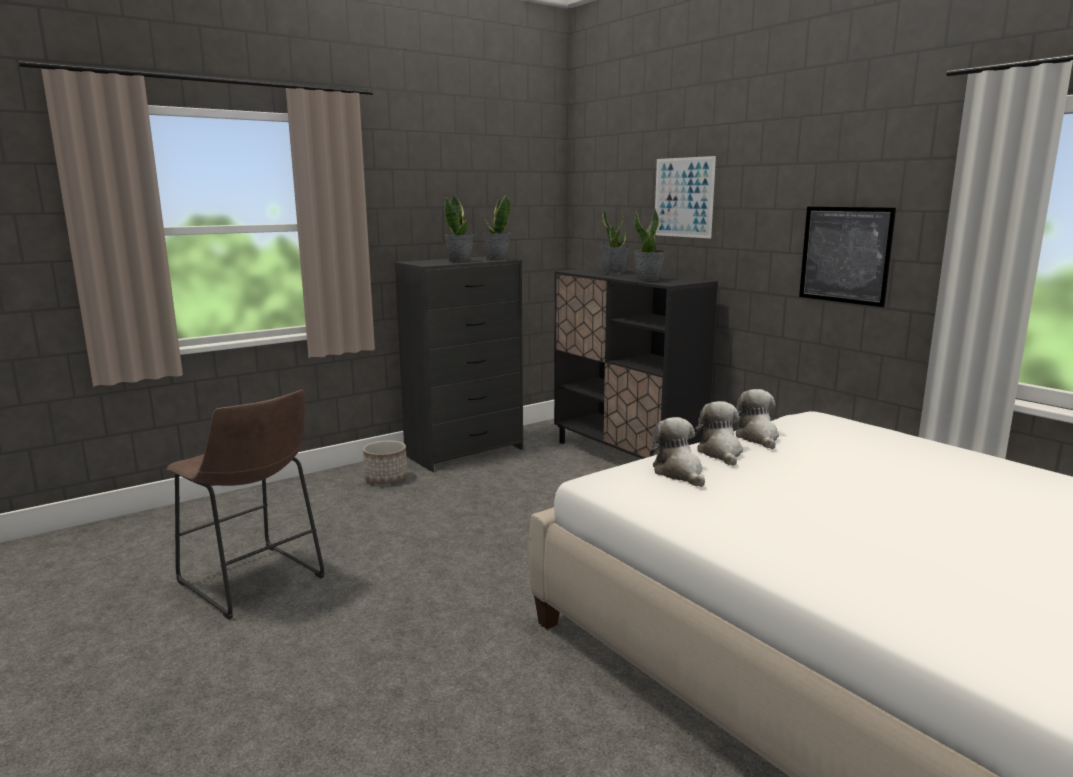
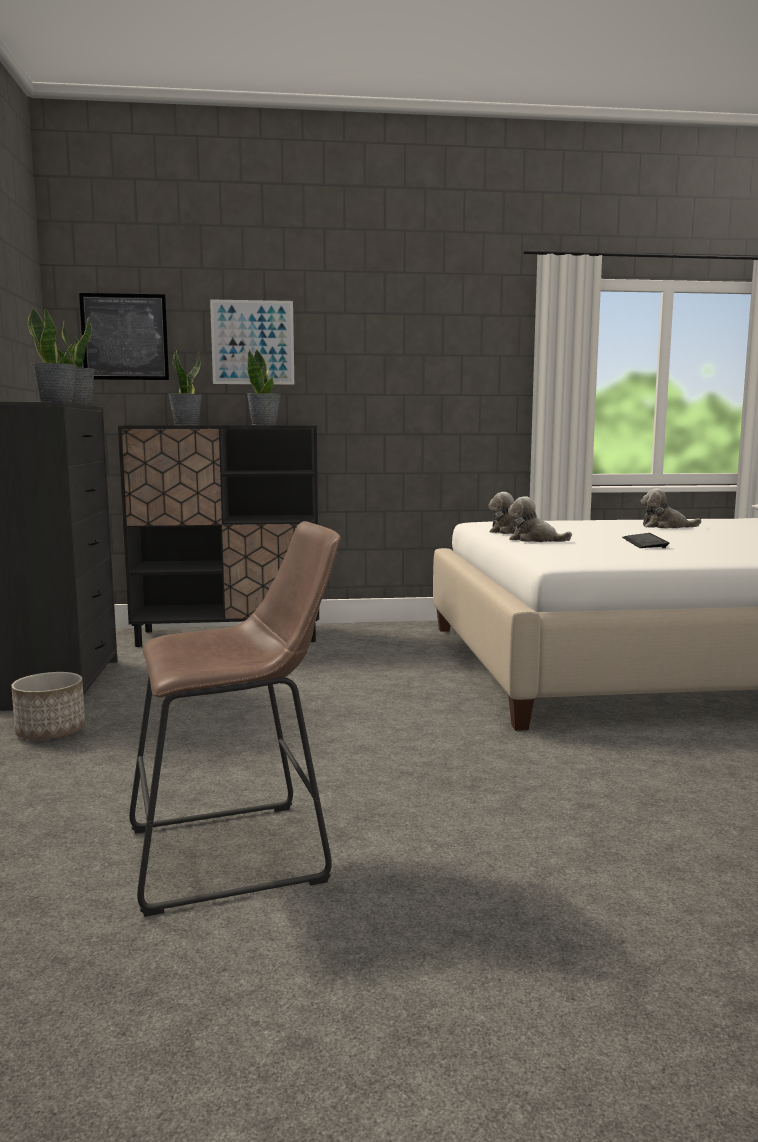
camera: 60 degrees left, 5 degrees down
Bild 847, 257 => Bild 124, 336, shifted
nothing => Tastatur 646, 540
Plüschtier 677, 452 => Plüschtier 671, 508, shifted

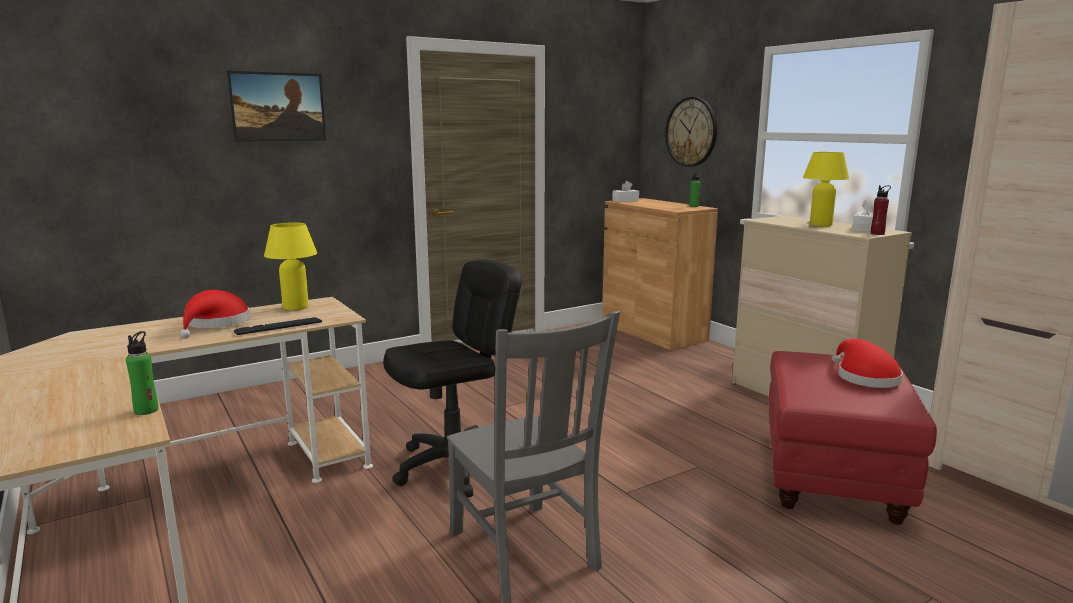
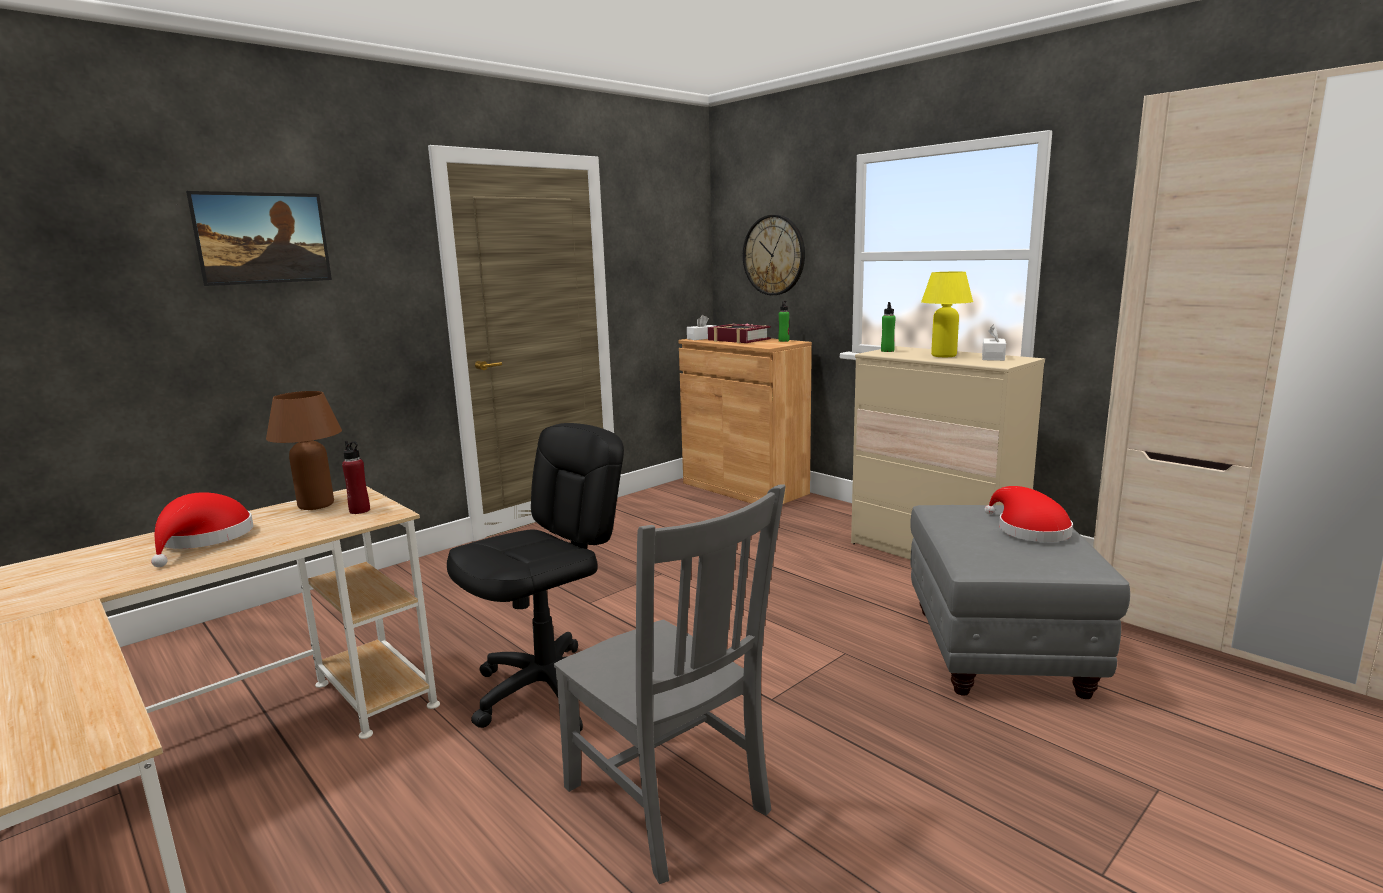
camera: 10 degrees left, 0 degrees up
Tischlampe/gelb 290, 266 => Tischlampe/braun 304, 450
Flasche/rot 880, 210 => Flasche/rot 356, 477, shifted
nothing => Buch 739, 333
Flasche/grün 142, 373 => Flasche/grün 888, 327, shifted
Polsterhocker/rot 853, 438 => Polsterhocker/grau 1020, 602
Tastatur 278, 326 => nothing

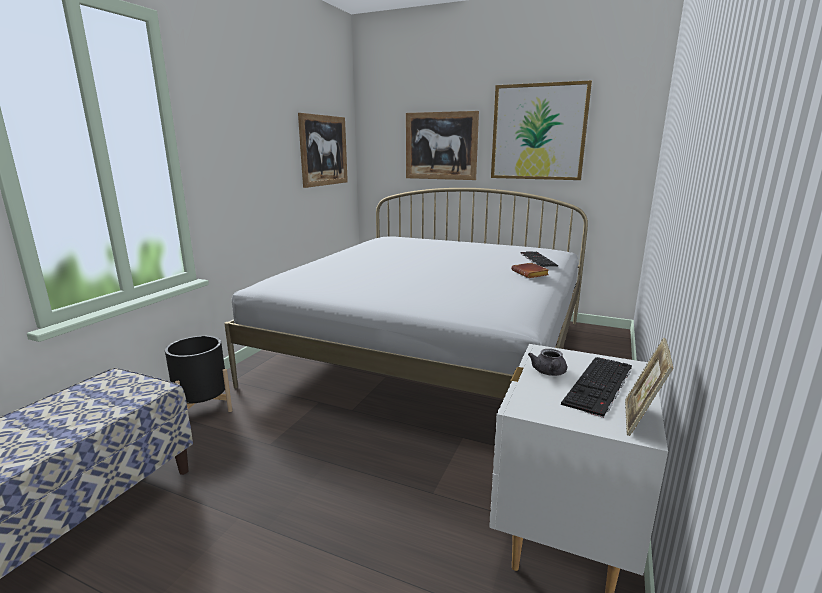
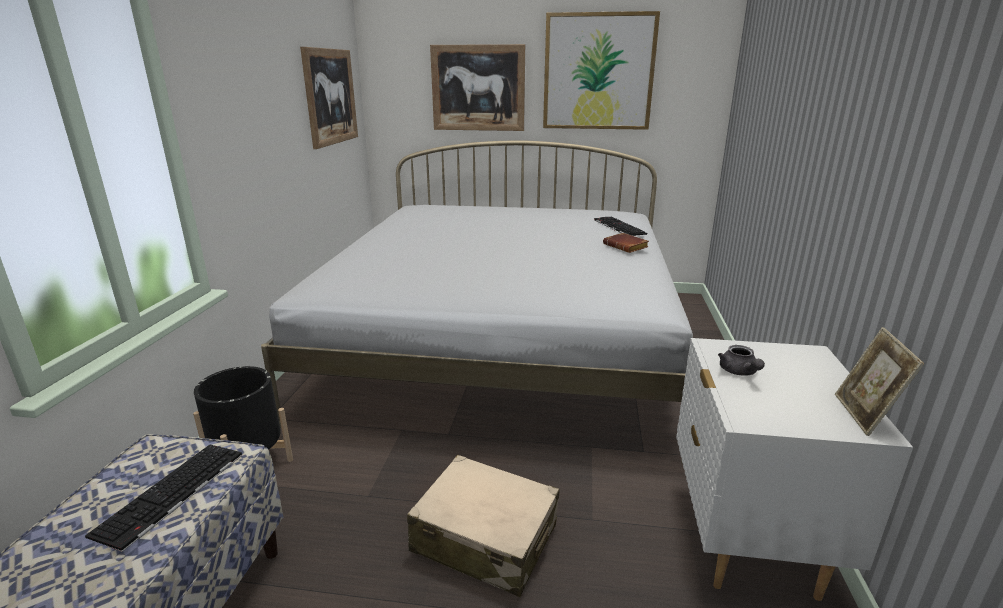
camera: 15 degrees left, 5 degrees up
Tastatur 596, 387 => Tastatur 163, 498, shifted
nothing => Koffer/beige 483, 526

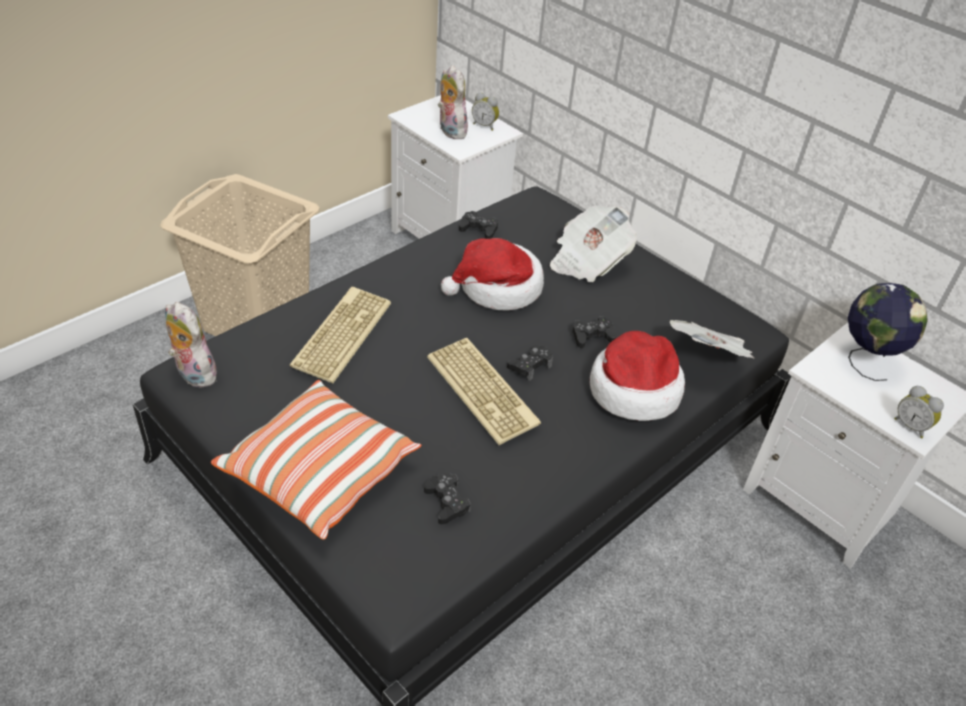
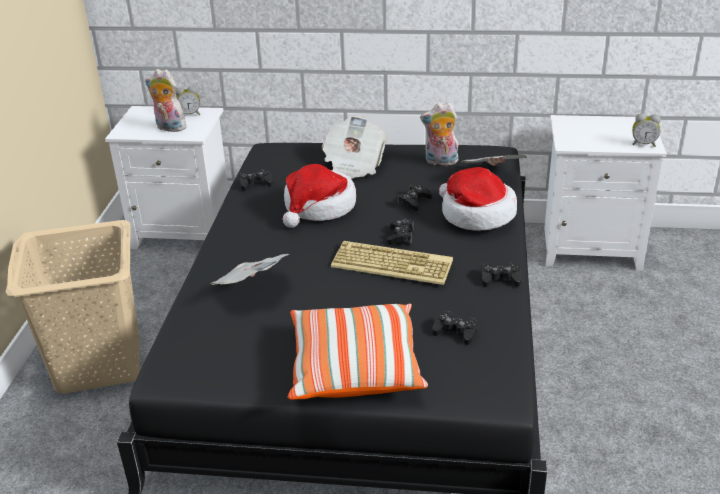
camera: 35 degrees left, 10 degrees down
Tastatur 340, 335 => Zeitung 249, 269
Plüschtier 193, 345 => Plüschtier 439, 134, shifted
nothing => Gamepad/schwarz 501, 274
Globus 888, 332 => nothing

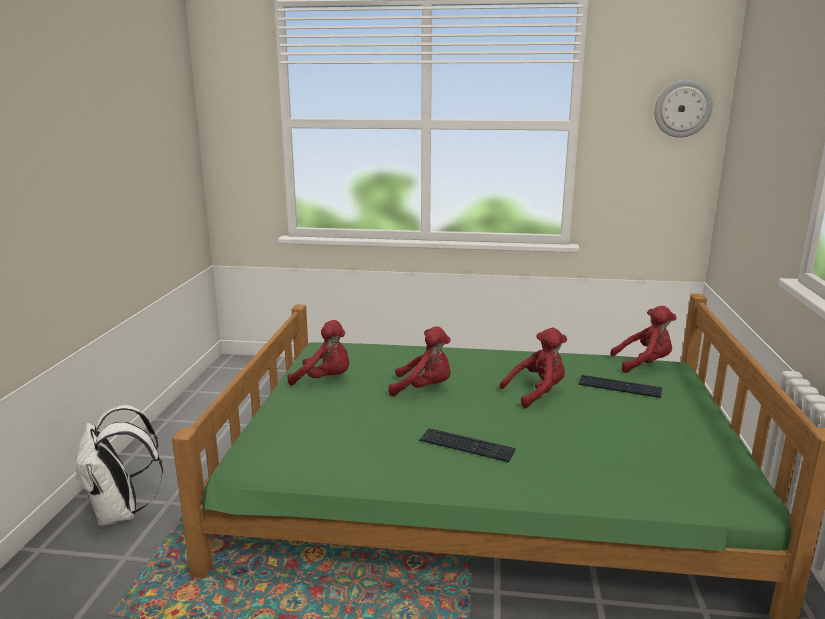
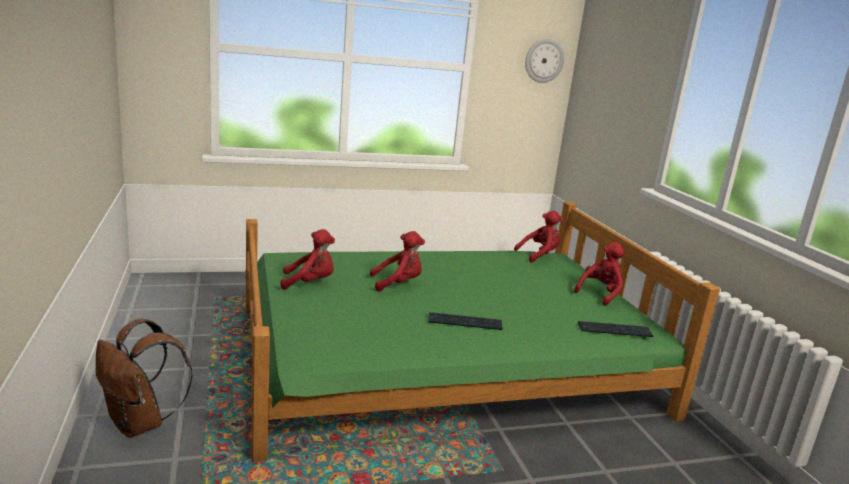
camera: 25 degrees left, 0 degrees up
Rucksack/weiß 119, 466 => Rucksack/braun 144, 378
Plüschtier/rot 533, 368 => Plüschtier/rot 599, 274, shifted
Tastatur 620, 386 => Tastatur 616, 329, shifted

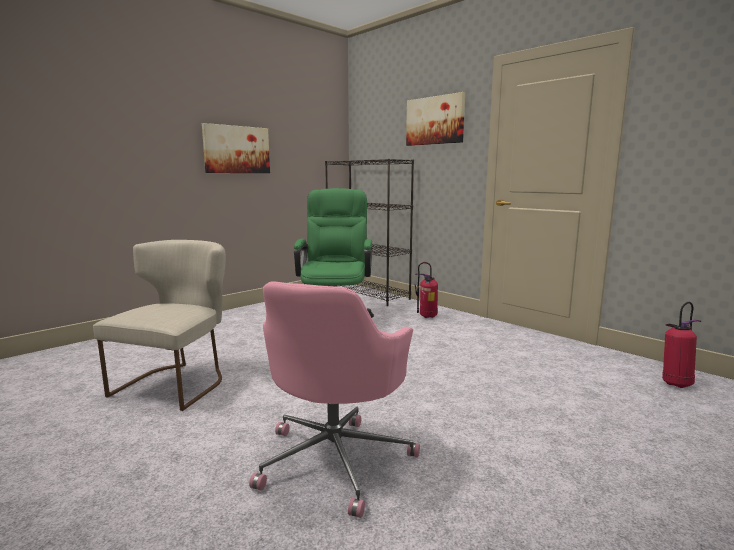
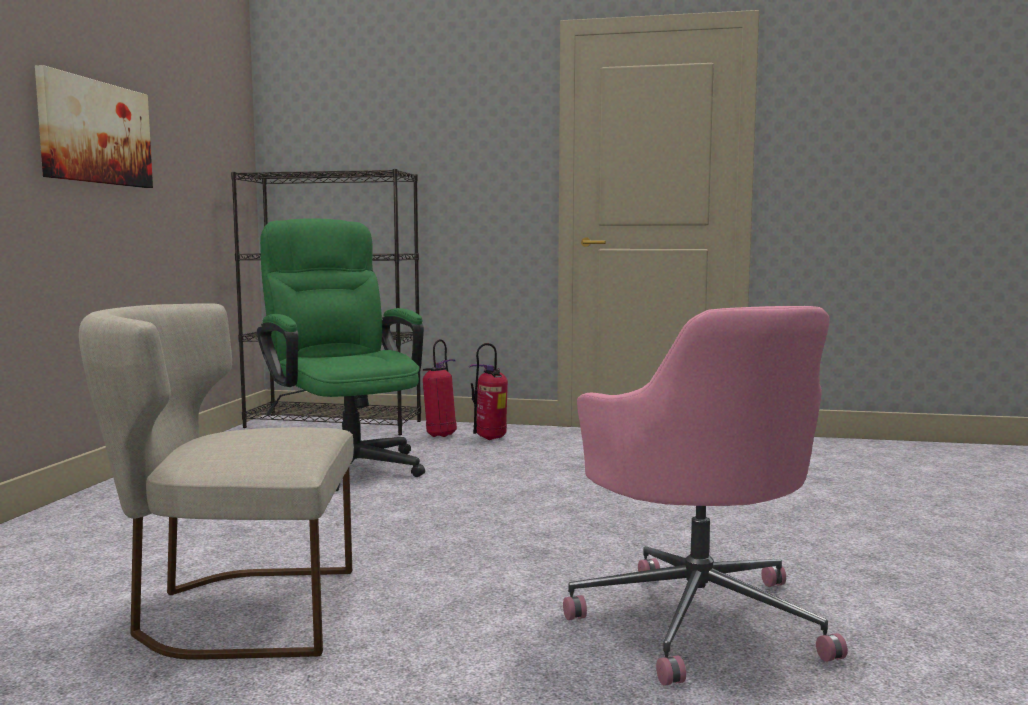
camera: 35 degrees left, 5 degrees down
Stuhl/beige 159, 325 => Stuhl/beige 216, 481, 75 degrees counterclockwise
Feuerlöscher 681, 345 => Feuerlöscher 440, 388, shifted
Bild 435, 119 => nothing

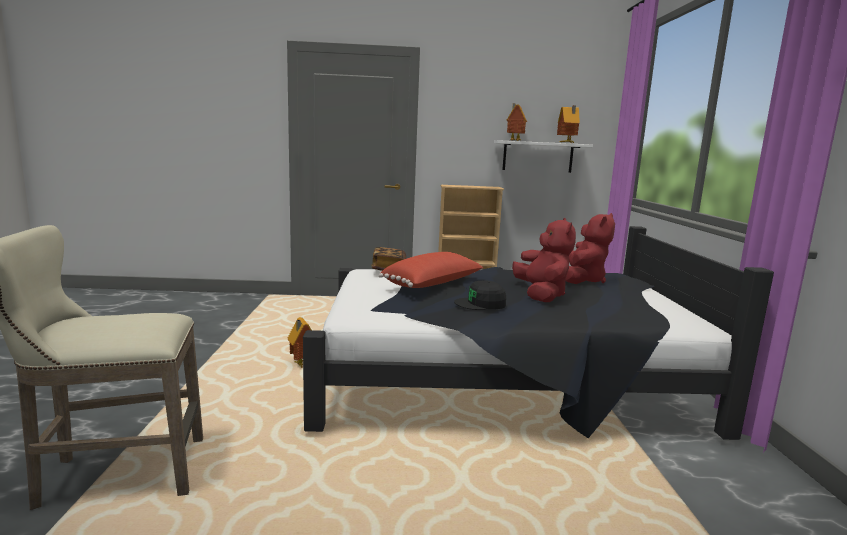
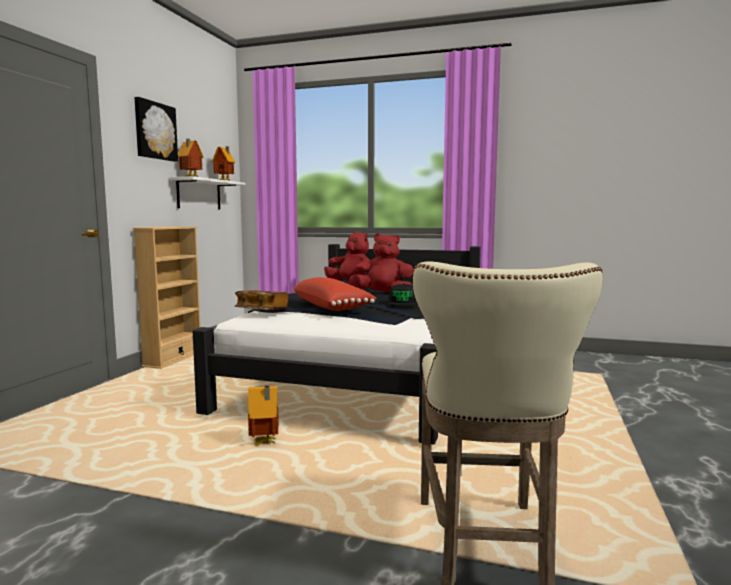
camera: 70 degrees left, 5 degrees down
nothing => Bild 156, 129

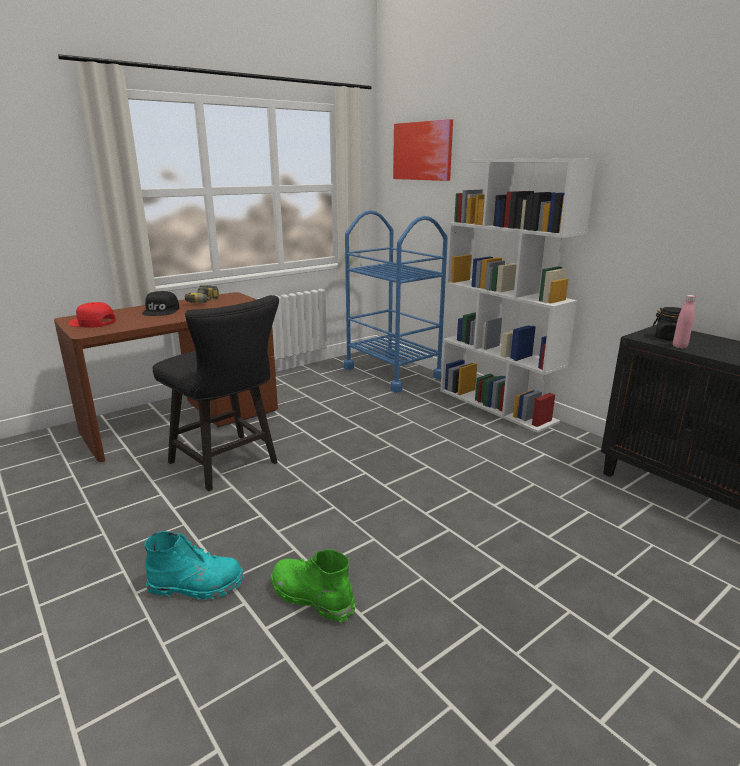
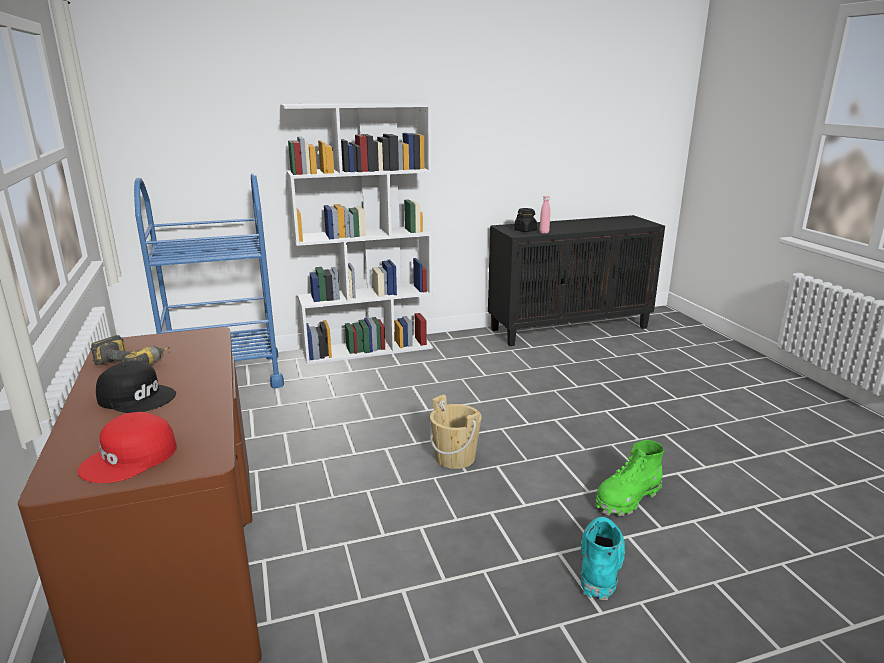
camera: 70 degrees left, 0 degrees up
nothing => Eimer/beige 456, 431
Stuhl/schwarz 216, 393 => nothing
Bild 423, 150 => nothing

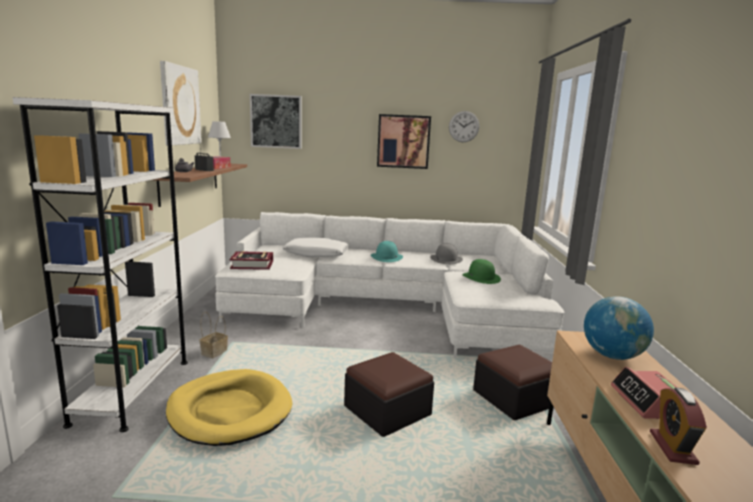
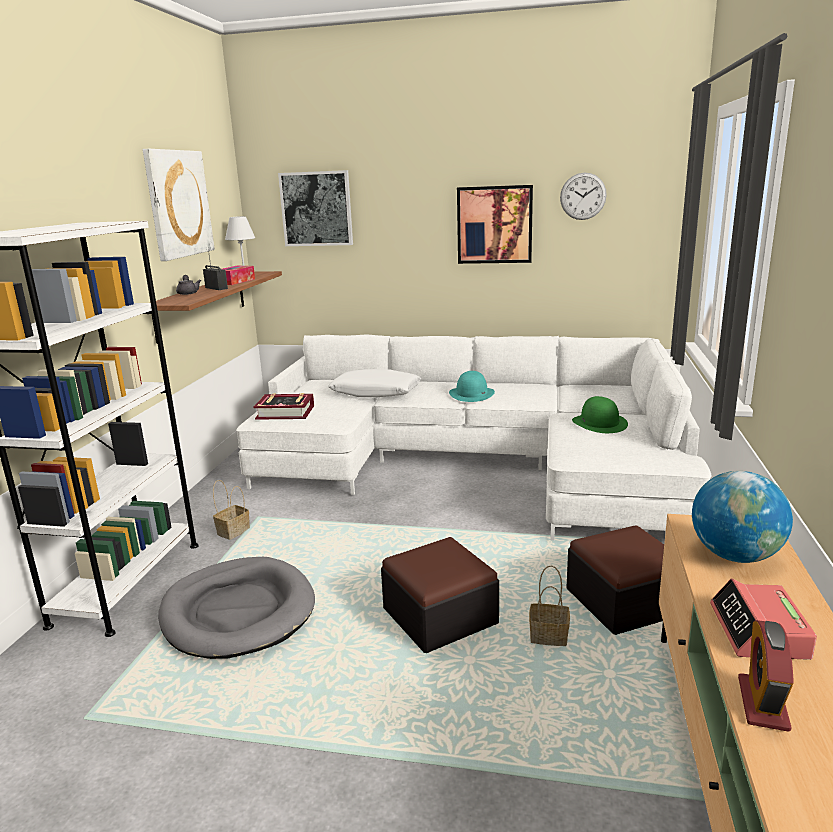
camera: 10 degrees right, 5 degrees up
Hundebett/gelb 229, 407 => Hundebett/grau 236, 608
nothing => Korb 549, 605
Hut/grau 446, 253 => nothing

